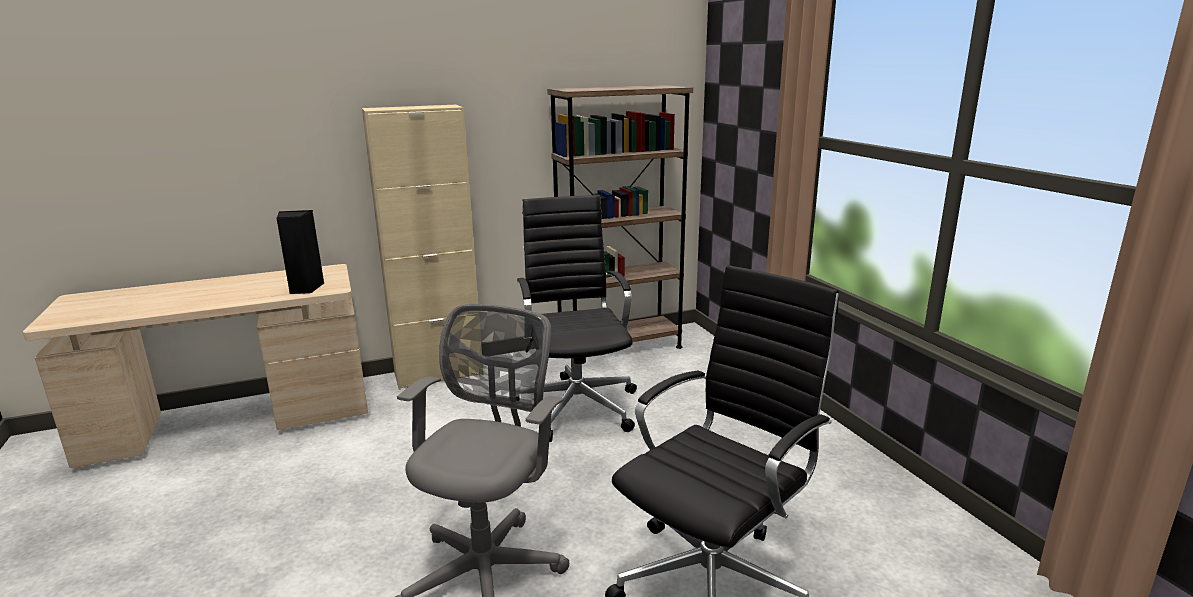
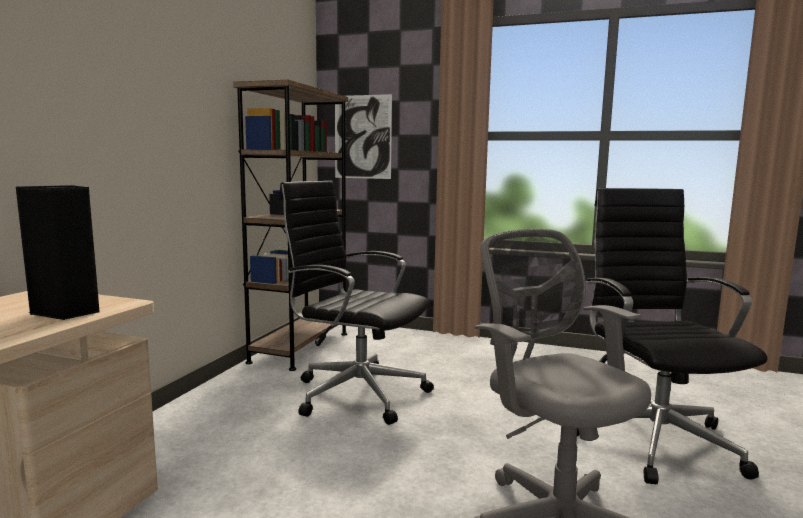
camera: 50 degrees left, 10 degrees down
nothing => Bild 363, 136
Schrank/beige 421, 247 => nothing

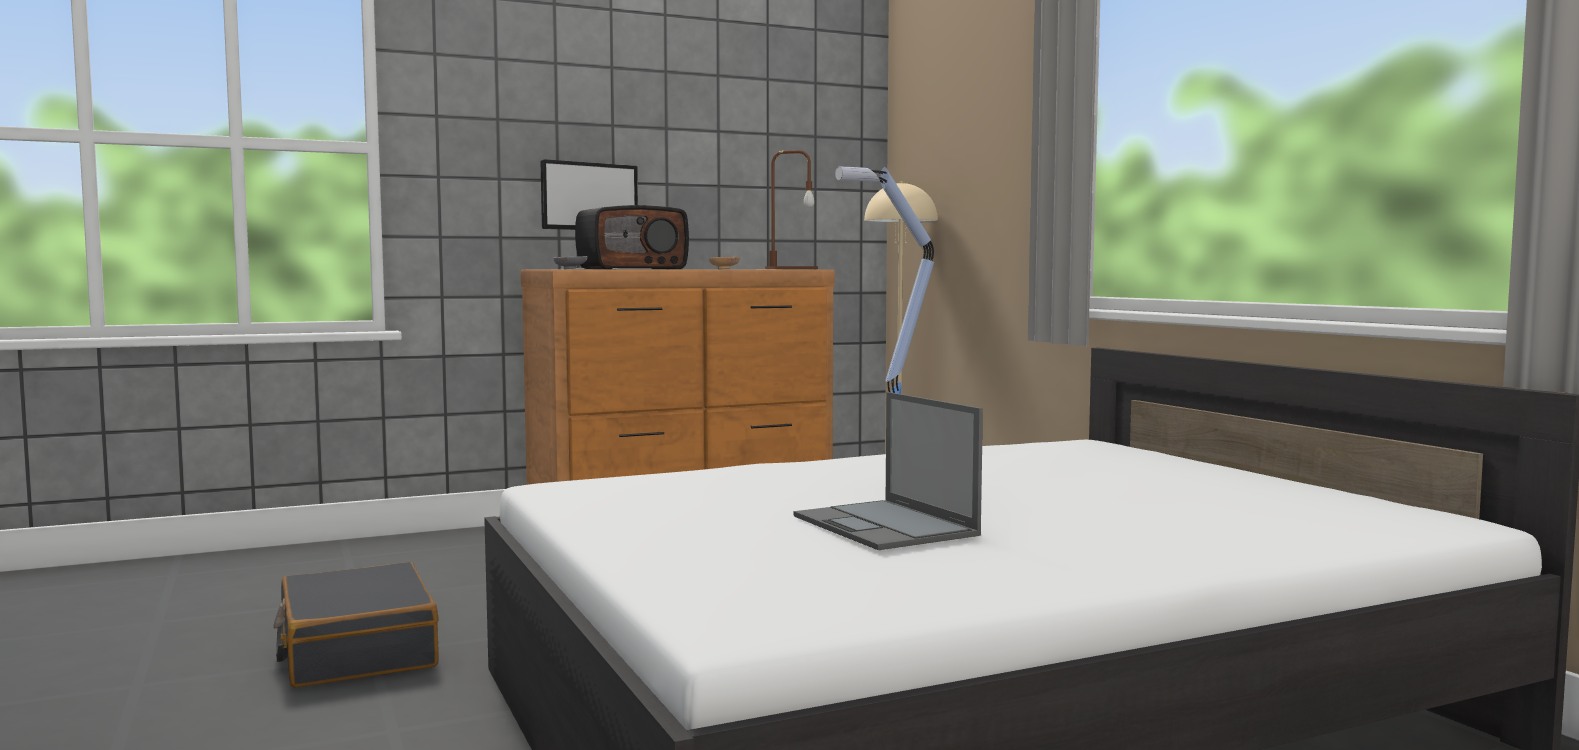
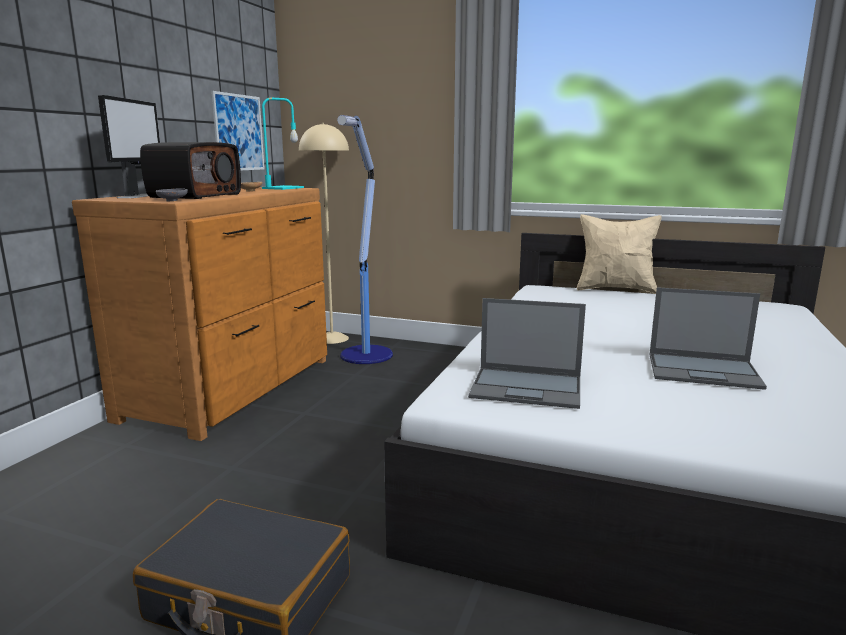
camera: 45 degrees left, 10 degrees up
nothing => Bild 238, 131
Tischlampe/braun 791, 209 => Tischlampe/türkis 283, 144
nothing => Laptop 527, 353
nothing => Kissen/beige 619, 254

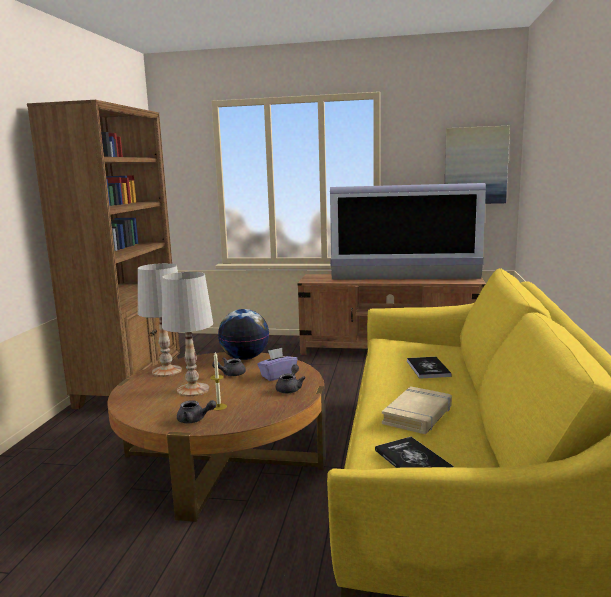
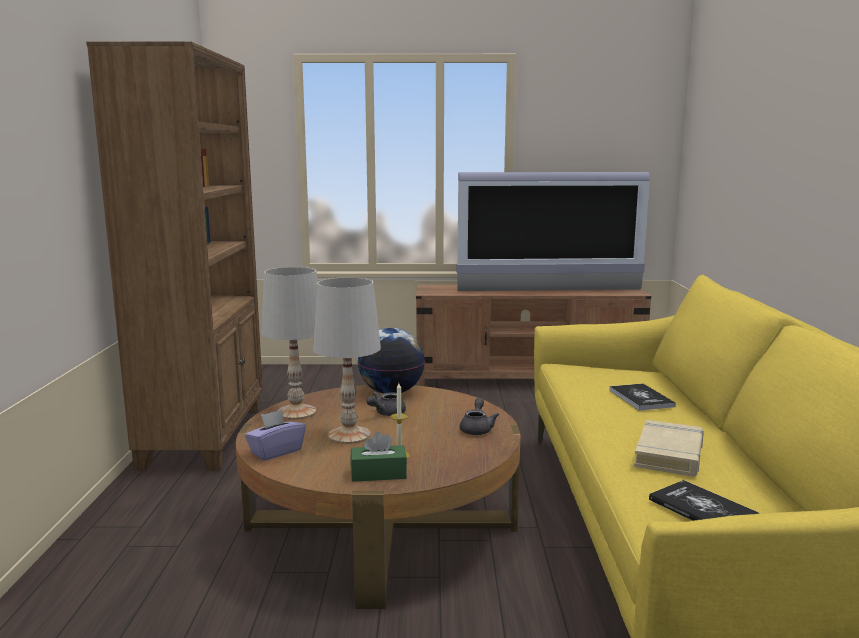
camera: 10 degrees left, 0 degrees up
Taschentuchbox/lila 277, 364 => Taschentuchbox/lila 275, 435, shifted
Teekanne/grau 196, 411 => Taschentuchbox/grün 378, 456
Bild 477, 165 => nothing

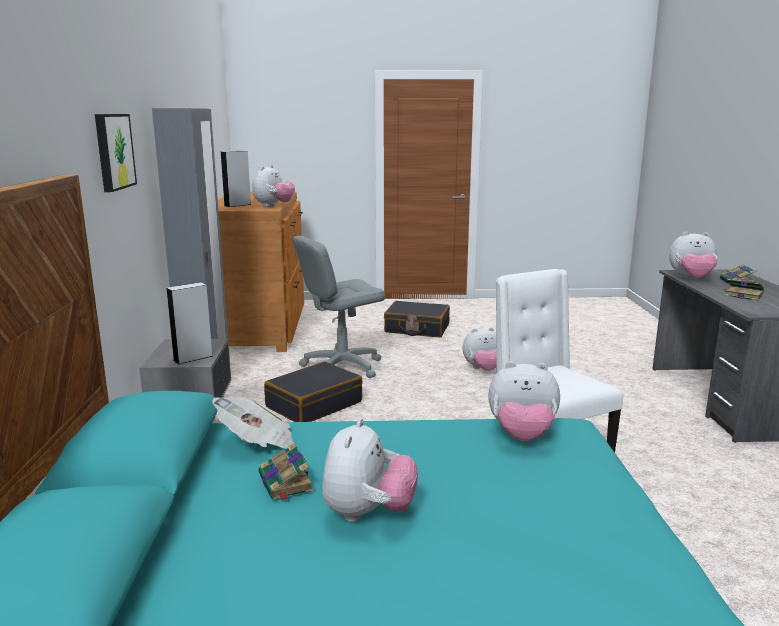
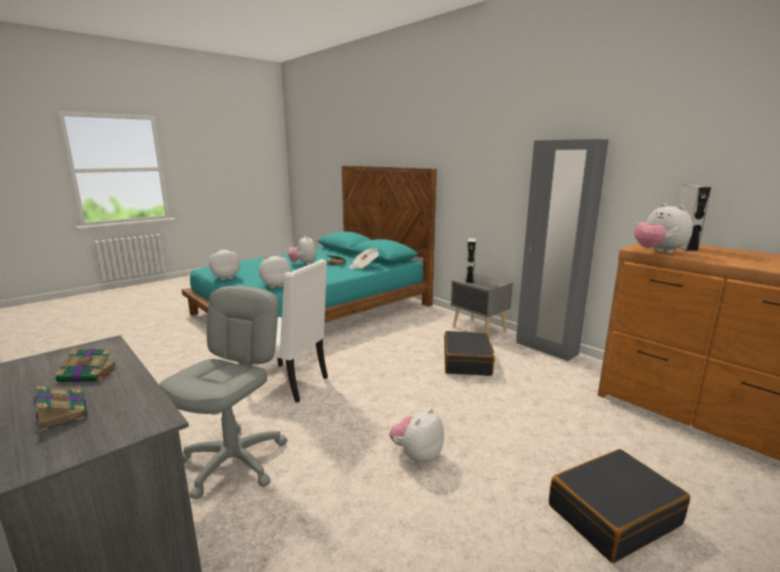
camera: 140 degrees right, 0 degrees up
Bürostuhl/grau 338, 307 => Bürostuhl/grau 223, 392, shifted
Plüschtier 693, 255 => Plüschtier 224, 264, shifted
Bild 116, 153 => nothing

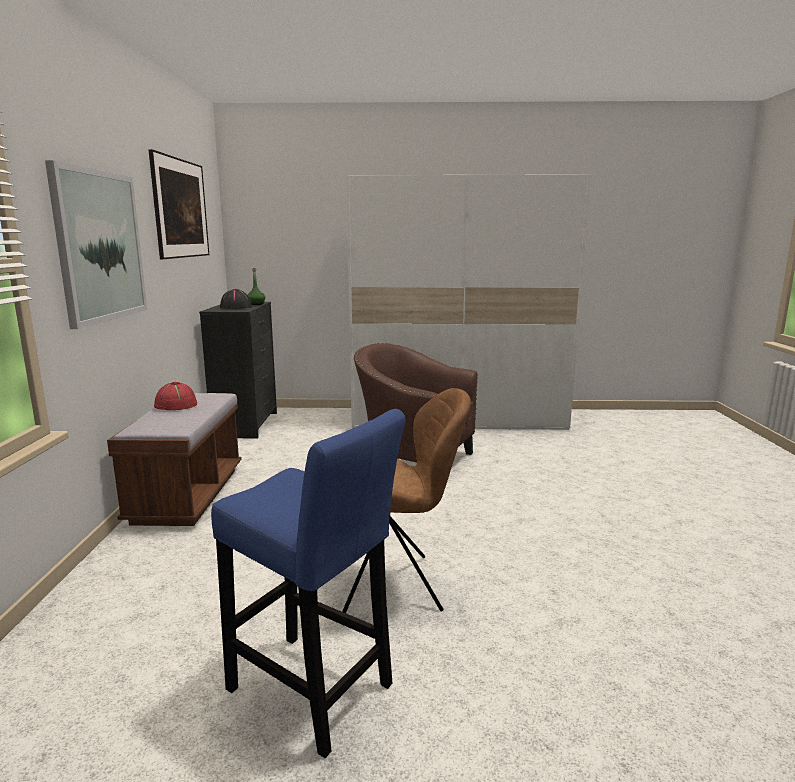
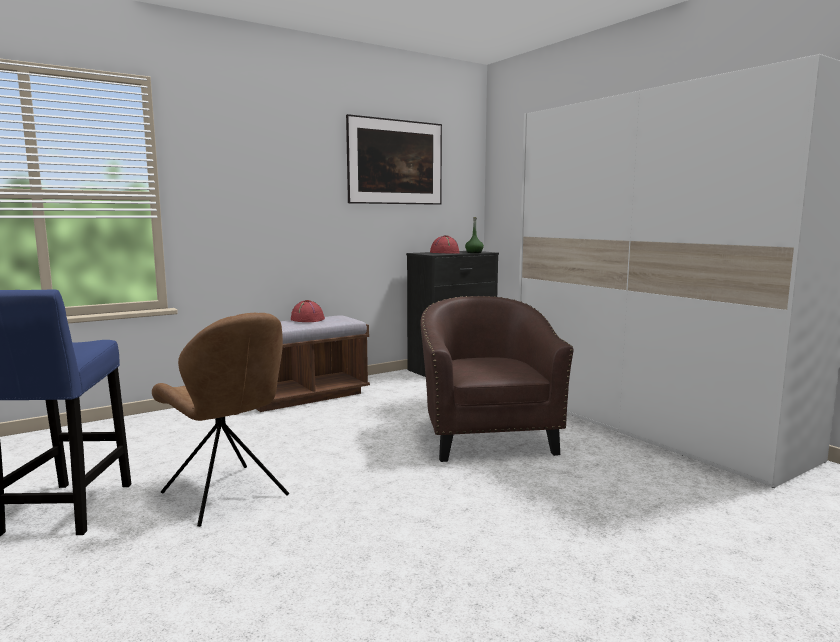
camera: 55 degrees right, 5 degrees down
Hut/schwarz 236, 299 => Hut/rot 445, 244
Bild 96, 244 => nothing

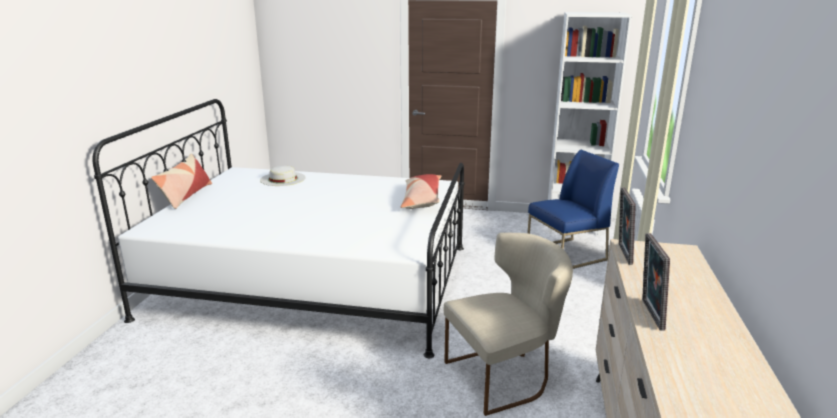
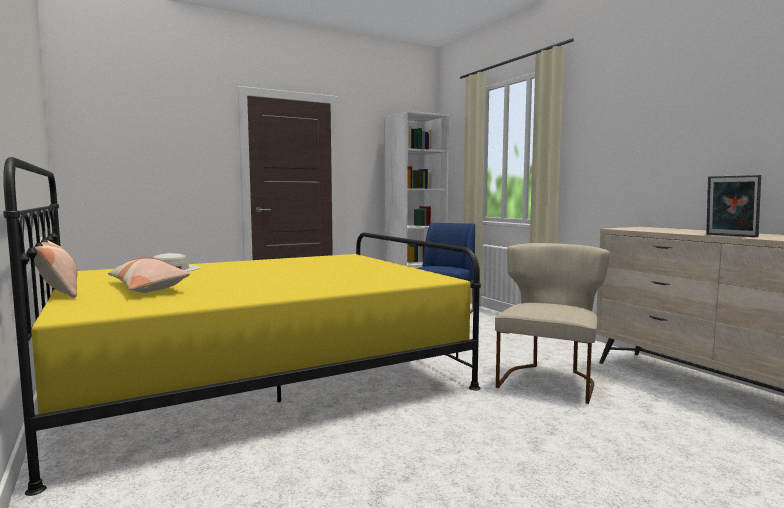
camera: 40 degrees left, 15 degrees down
Bett/weiß 278, 228 => Bett/gelb 242, 326
Kissen 421, 191 => Kissen 149, 275, shifted
Bilderrahmen 627, 226 => nothing

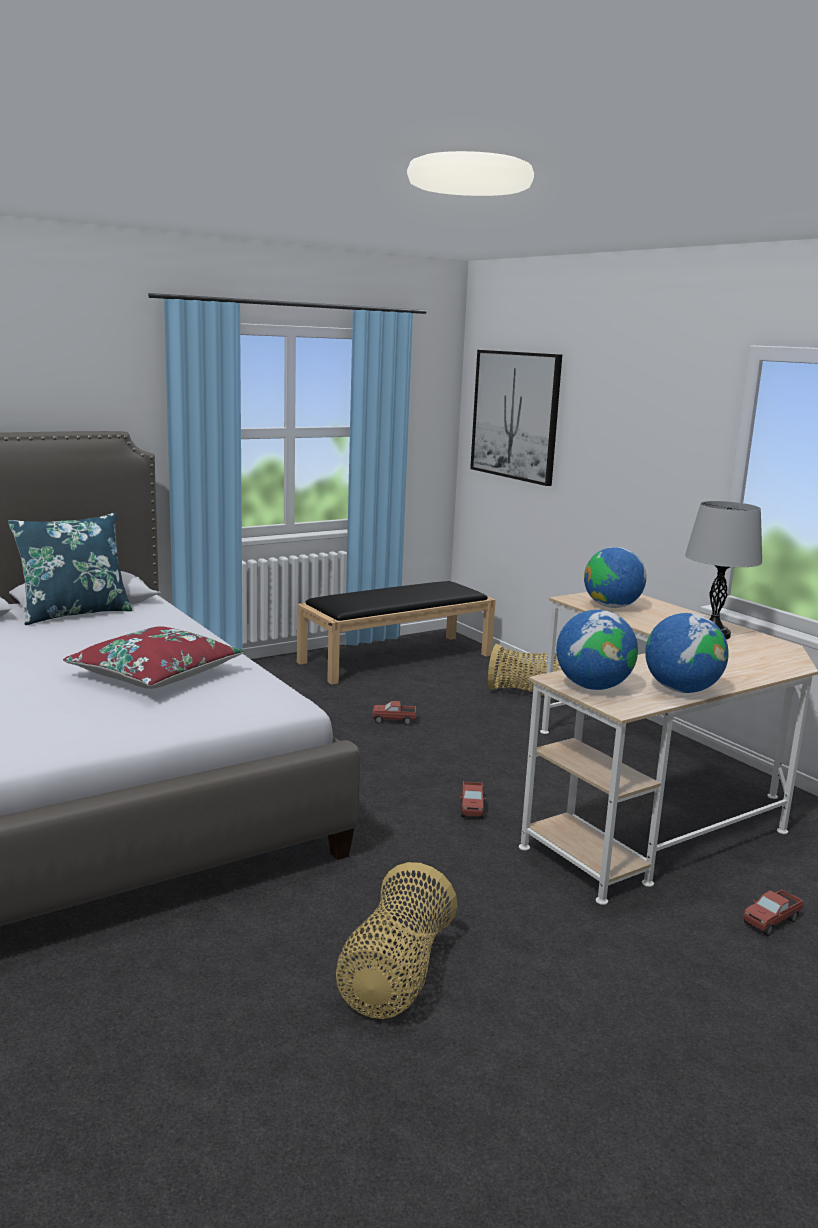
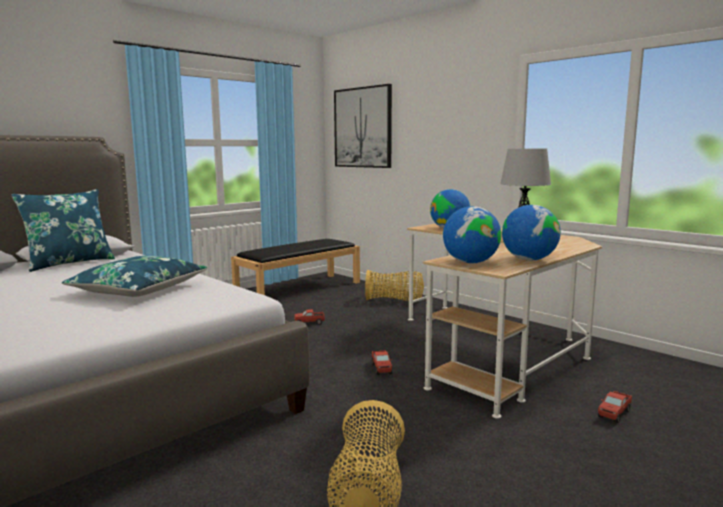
camera: 10 degrees left, 5 degrees down
Kissen/rot 153, 657 => Kissen/blau 135, 276

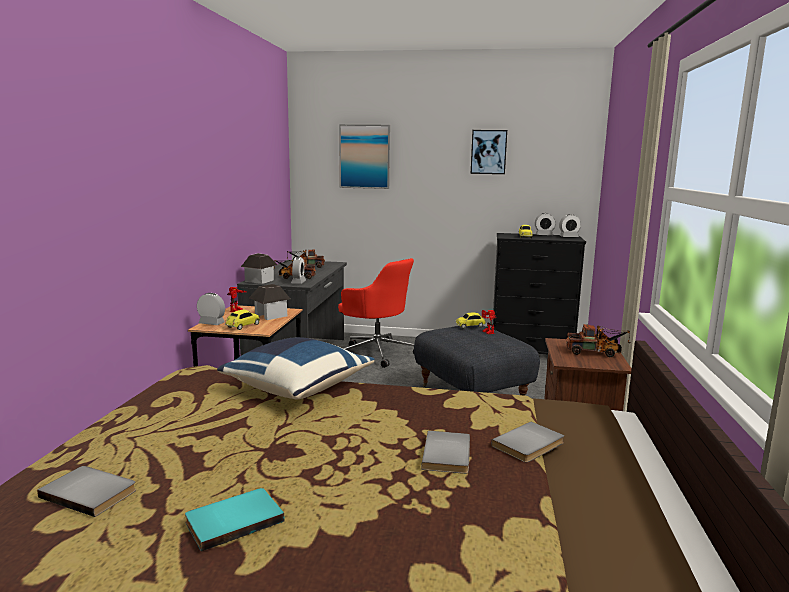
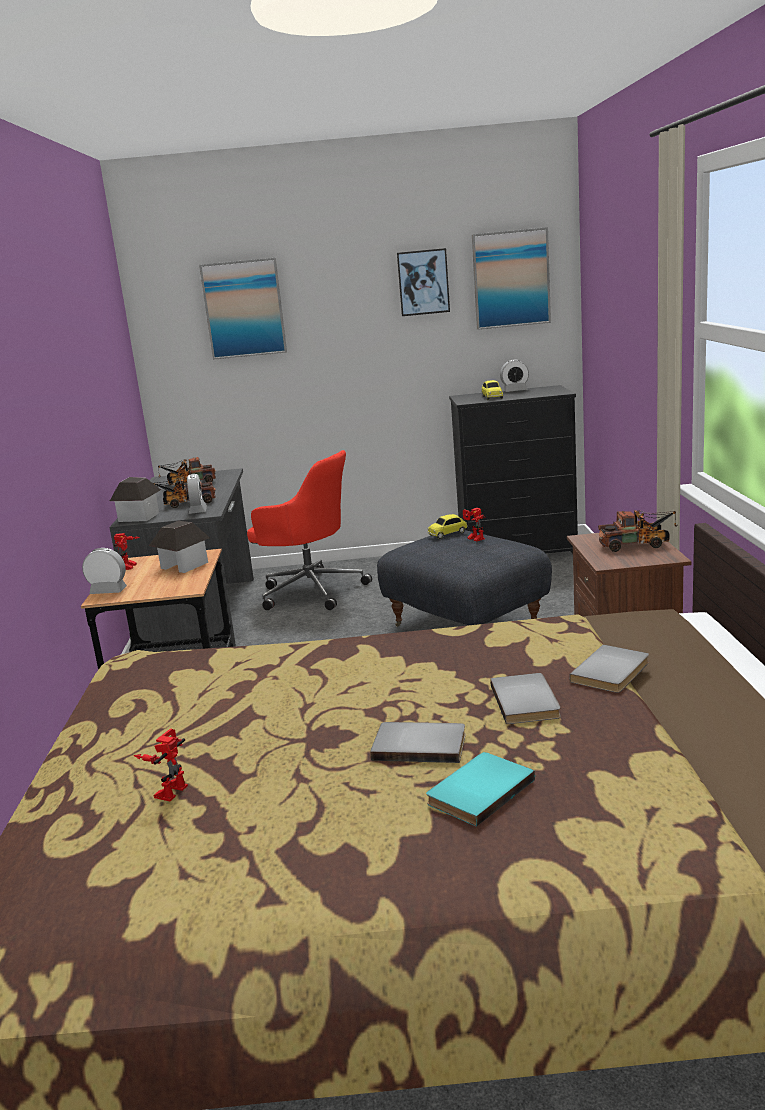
camera: 10 degrees left, 5 degrees up
nothing => Spielzeugroboter 161, 764
Buch/grau 86, 491 => Buch/grau 418, 742, shifted
Buch/türkis 234, 520 => Buch/türkis 480, 789, shifted
nothing => Bild 511, 278
Kissen/blau 295, 368 => nothing
Spielzeugauto 242, 319 => nothing
Wecker 570, 225 => nothing

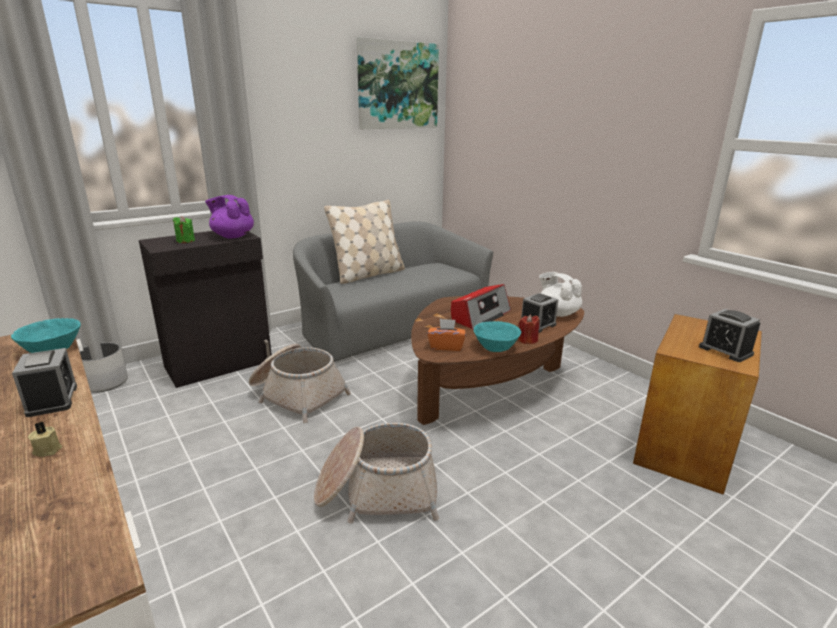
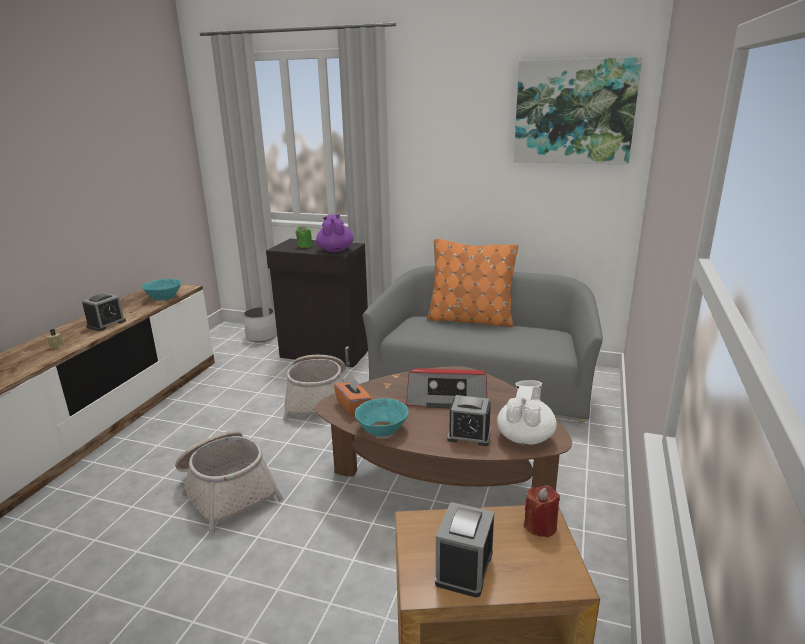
camera: 55 degrees right, 0 degrees up
Kissen/beige 364, 242 => Kissen/orange 472, 283
Kerze/rot 528, 329 => Kerze/rot 542, 511, shifted

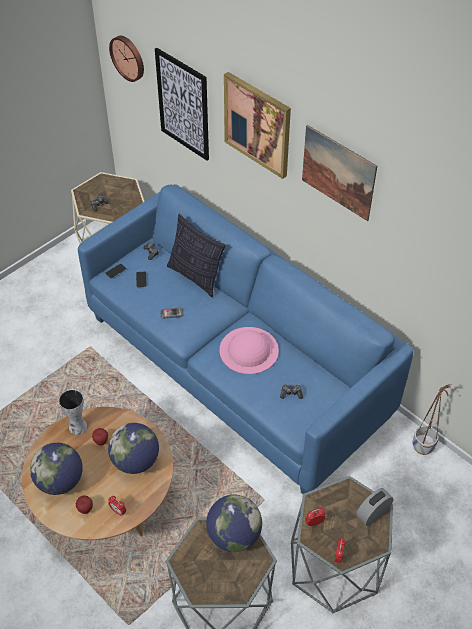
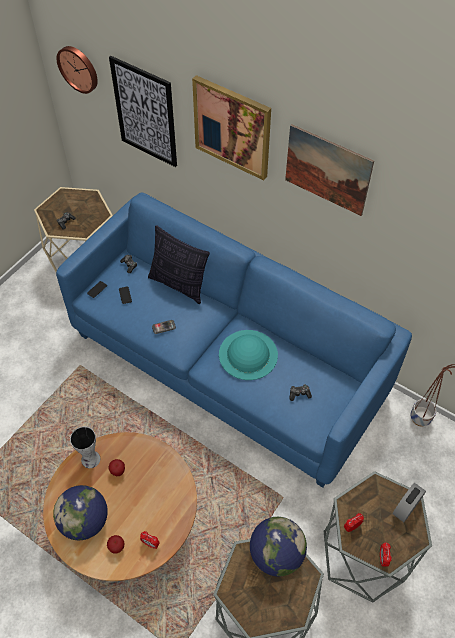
camera: 10 degrees left, 5 degrees up
Hut/rosa 249, 350 => Hut/türkis 248, 355
Globus 133, 448 => nothing

